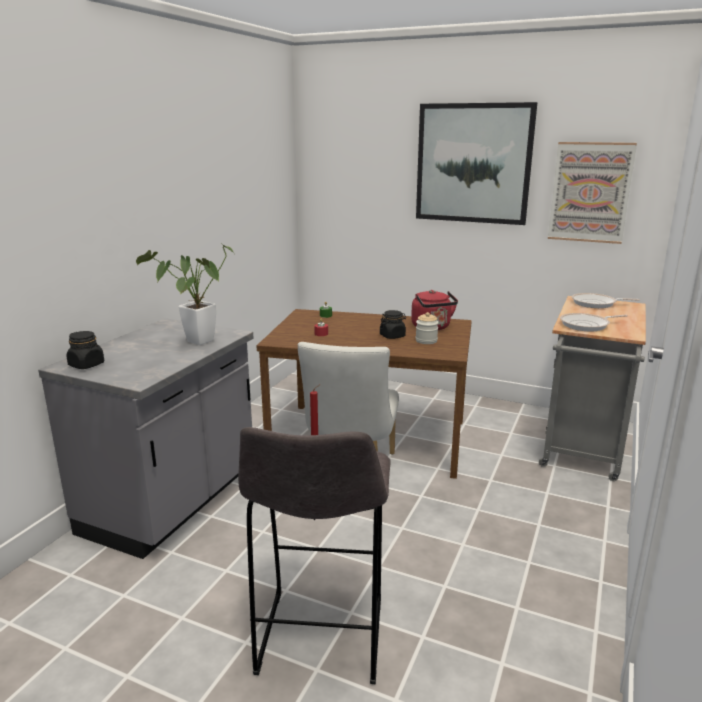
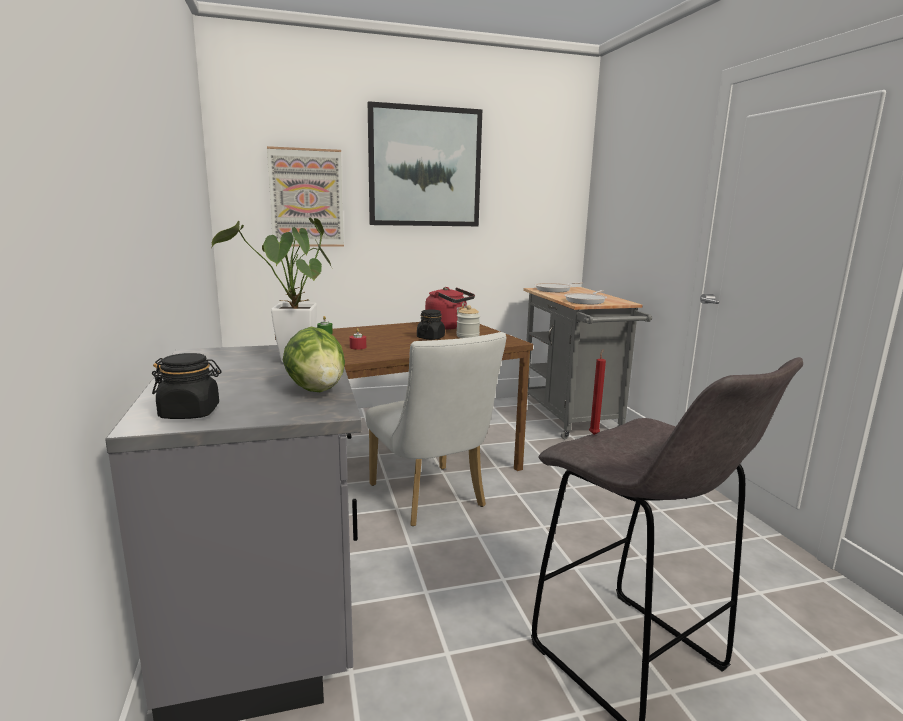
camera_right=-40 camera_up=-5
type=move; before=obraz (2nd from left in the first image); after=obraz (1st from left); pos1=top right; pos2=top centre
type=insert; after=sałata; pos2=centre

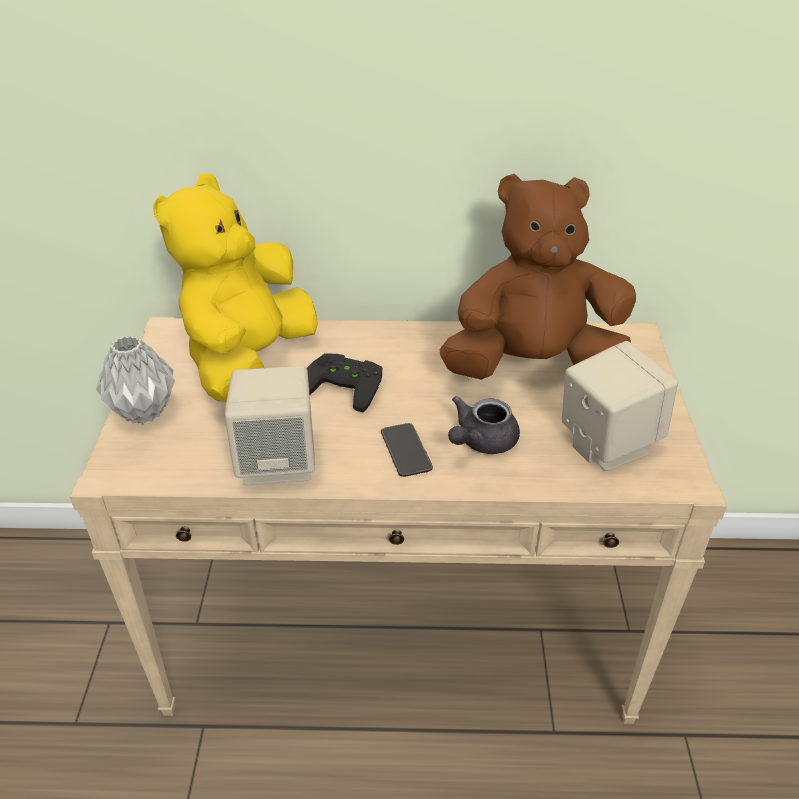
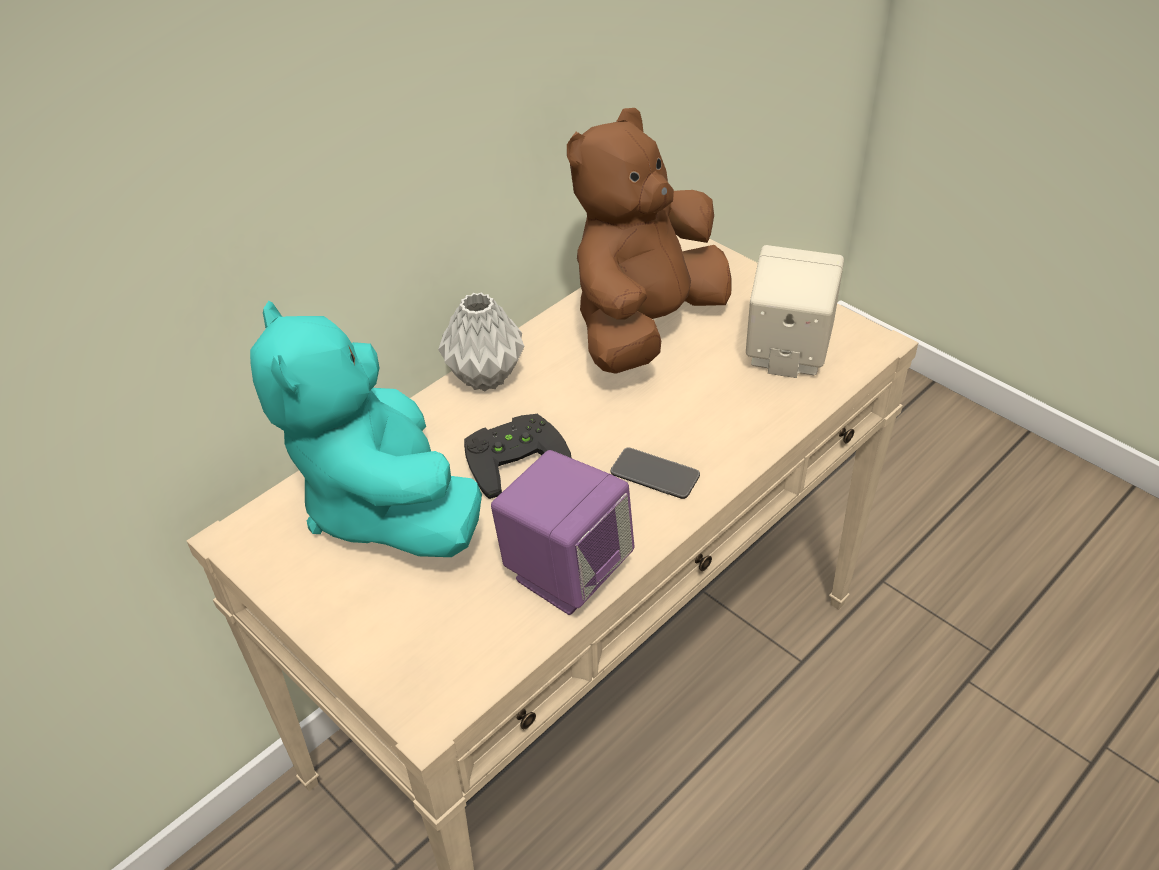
camera_right=-45 camera_up=5
type=move; before=wazon [szary]; pos1=middle left; pos2=centre
type=recolor; before=pluszak [żółty]; after=pluszak [turkusowy]; pos1=middle left; pos2=middle left
type=recolor; before=głośnik [beżowy] (1st from left); after=głośnik [fioletowy]; pos1=centre; pos2=centre
type=delete; before=imbryk [szary]; pos1=centre

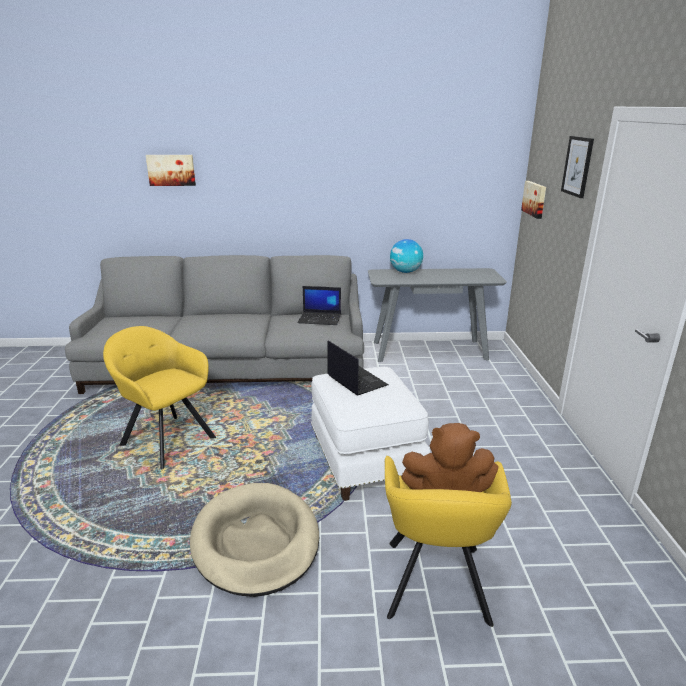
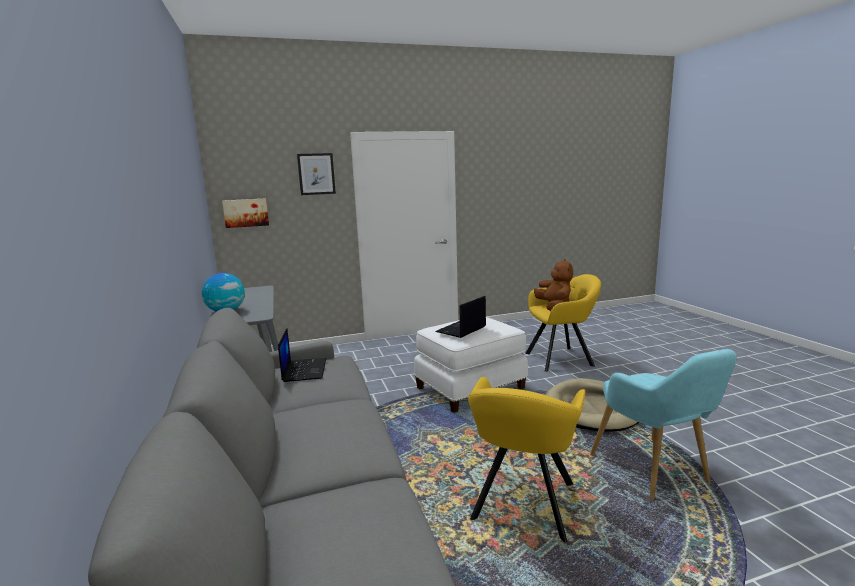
camera_right=-105 camera_up=-10
type=delete; before=obraz (1st from left); pos1=top left
type=insert; after=fotel [turkusowy]; pos2=bottom right

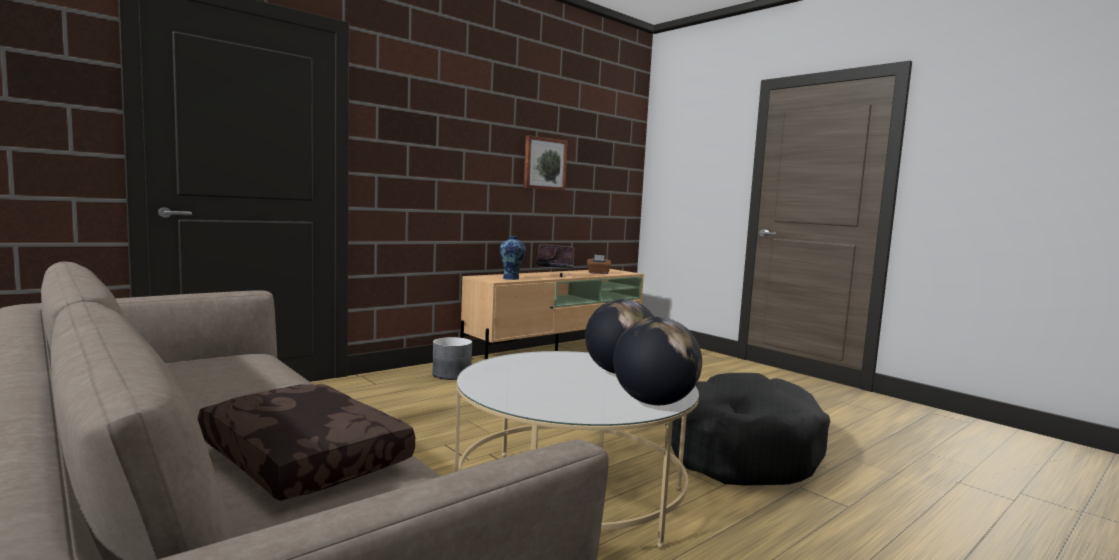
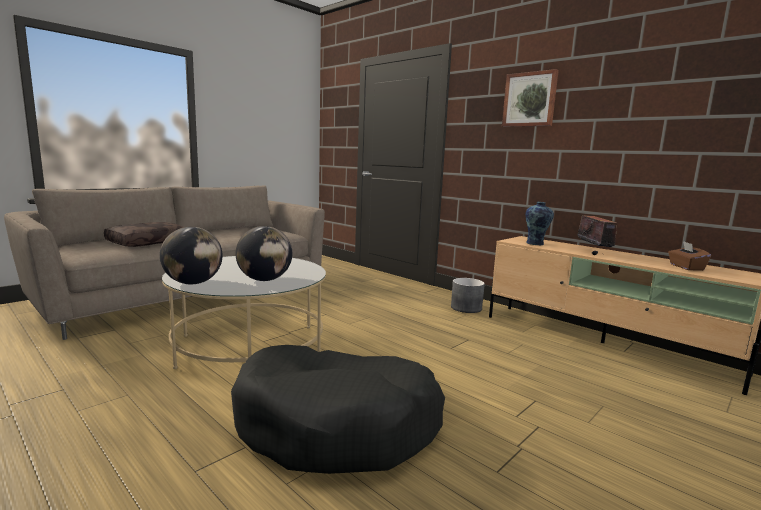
camera_right=85 camera_up=5
type=move; before=obraz; pos1=top centre; pos2=top right

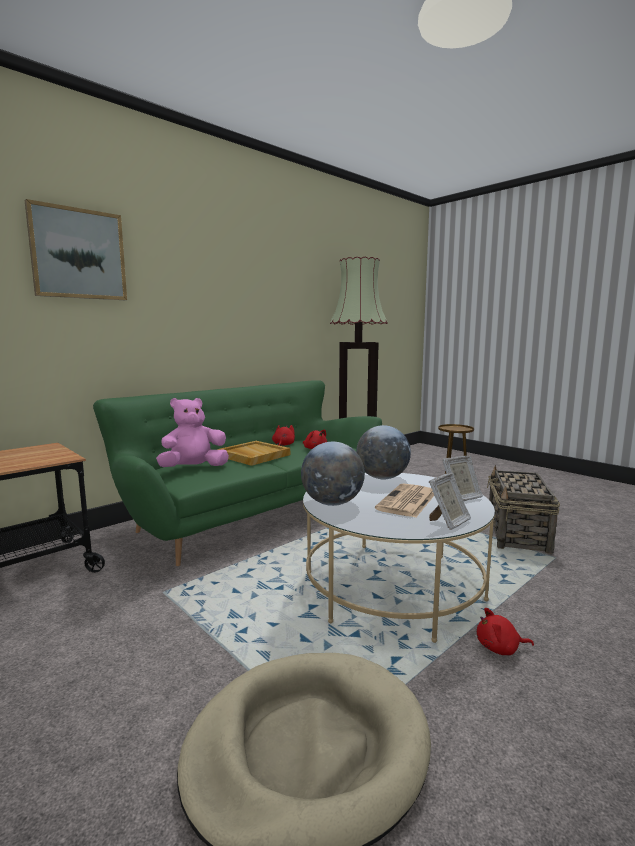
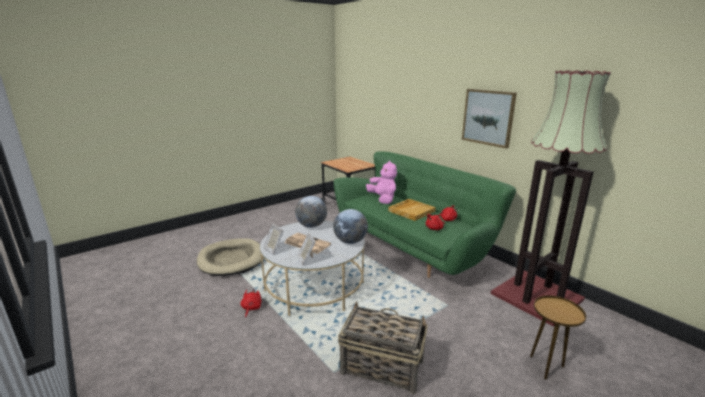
camera_right=95 camera_up=10
type=move; before=obraz; pos1=top left; pos2=top right

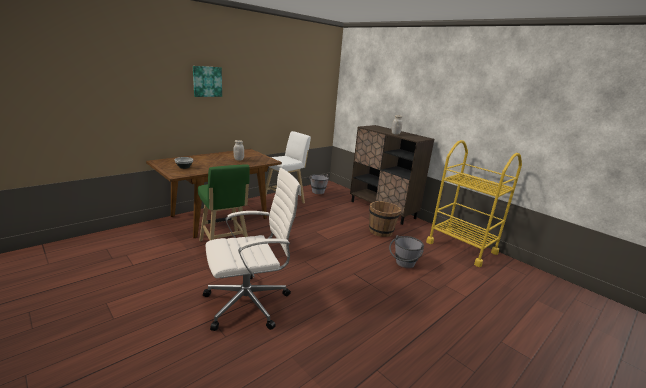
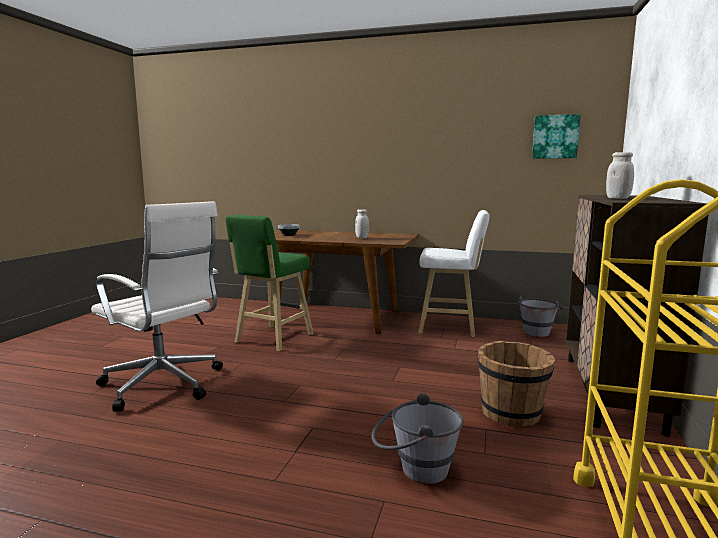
camera_right=60 camera_up=-10
type=move; before=obraz; pos1=top left; pos2=top right

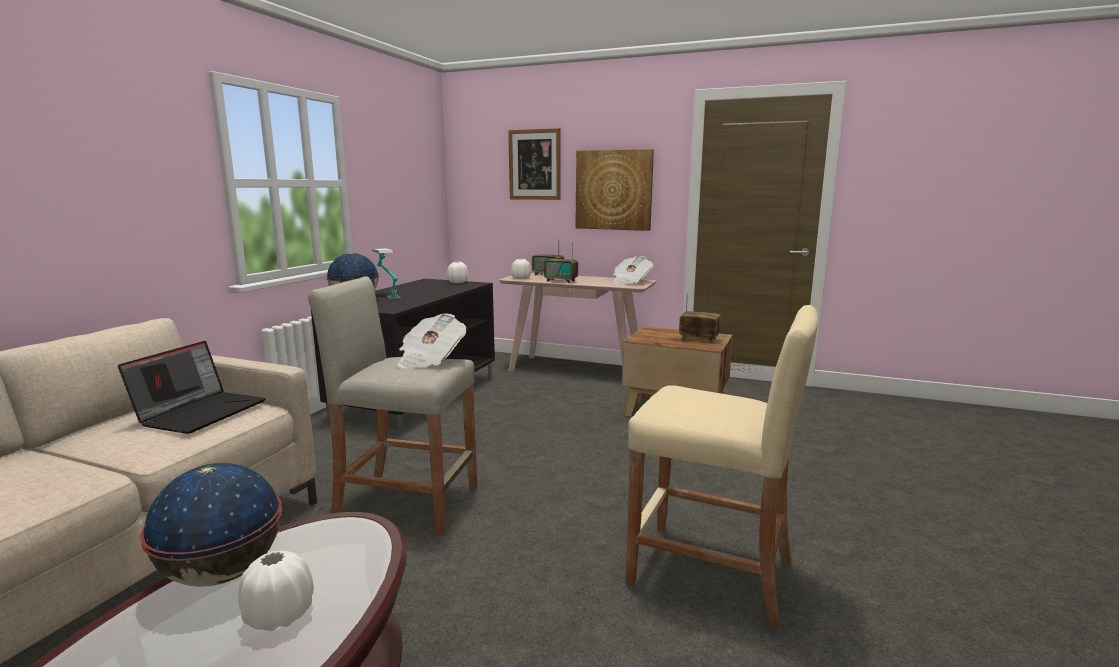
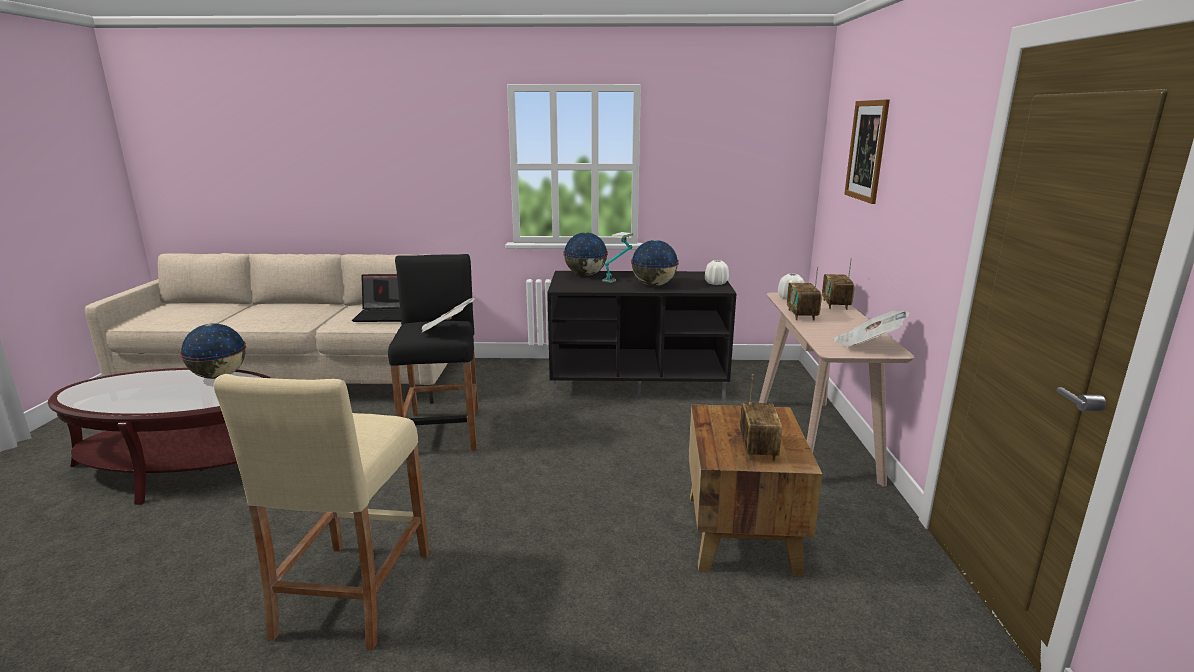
camera_right=70 camera_up=5
type=delete; before=wazon [biały] (1st from left); pos1=bottom left
type=recolor; before=stołek [beżowy] (1st from left); after=stołek [czarny]; pos1=centre; pos2=centre
type=delete; before=obraz (2nd from left); pos1=top centre
type=insert; after=globus (3rd from left); pos2=centre

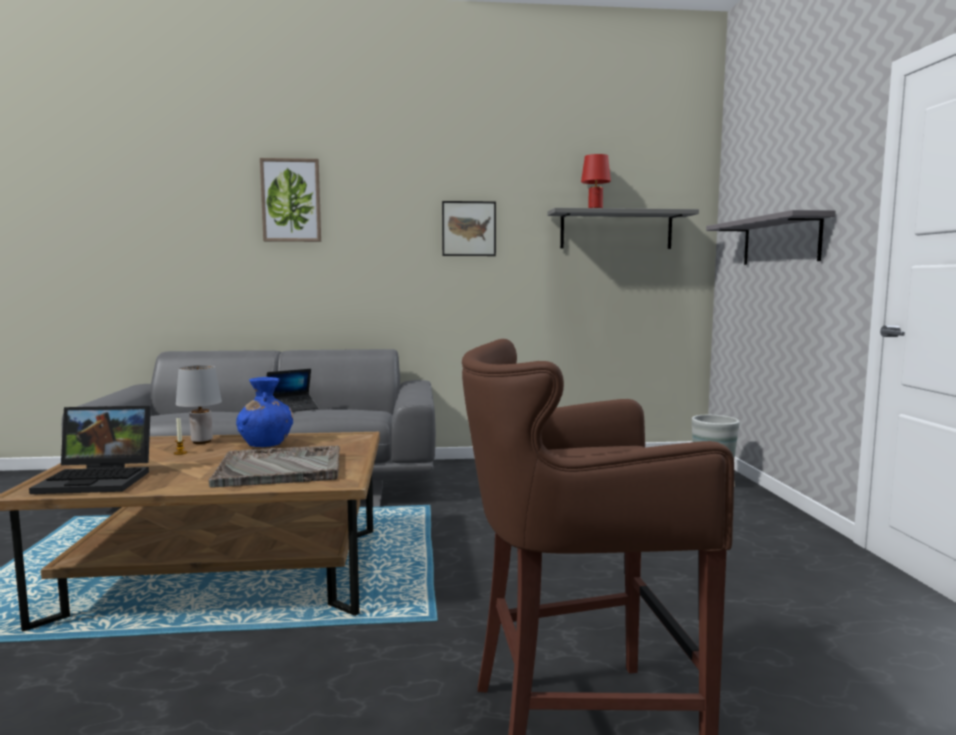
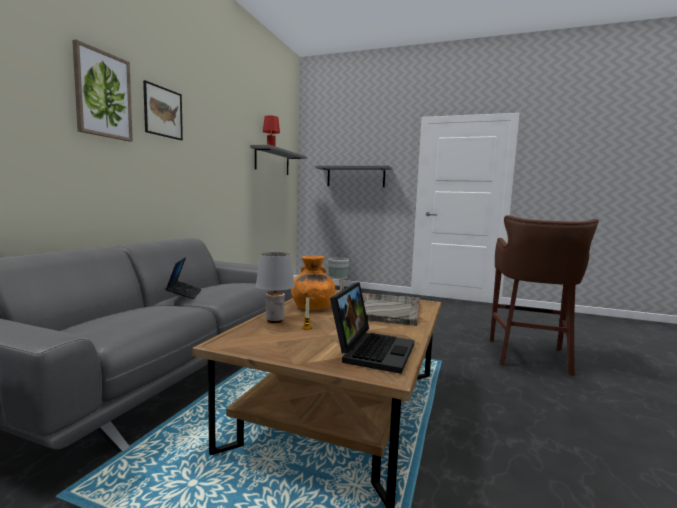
camera_right=-65 camera_up=0
type=recolor; before=wazon [niebieski]; after=wazon [pomarańczowy]; pos1=middle left; pos2=centre
type=move; before=obraz (2nd from left); pos1=top centre; pos2=top left

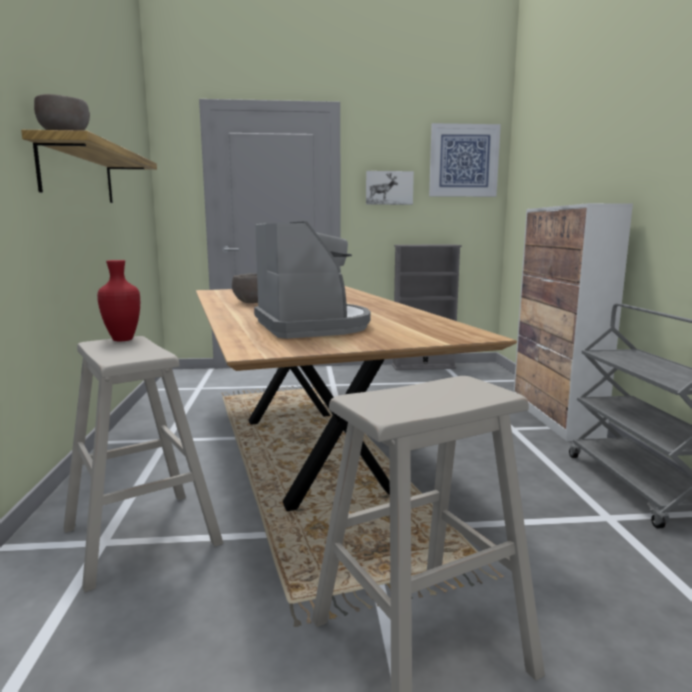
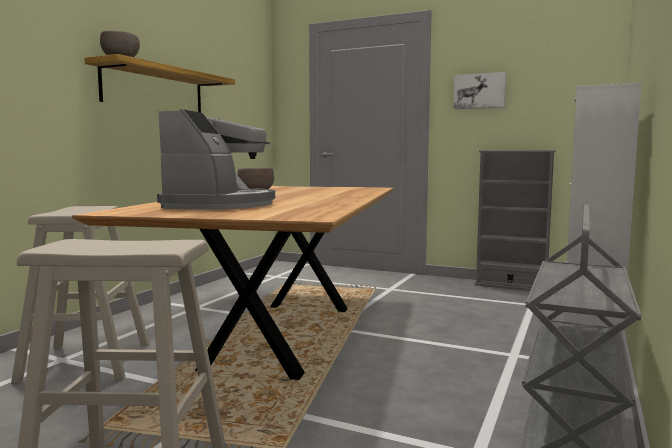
camera_right=30 camera_up=-5
type=delete; before=wazon [czerwony]; pos1=middle left
type=delete; before=obraz (2nd from left); pos1=top right

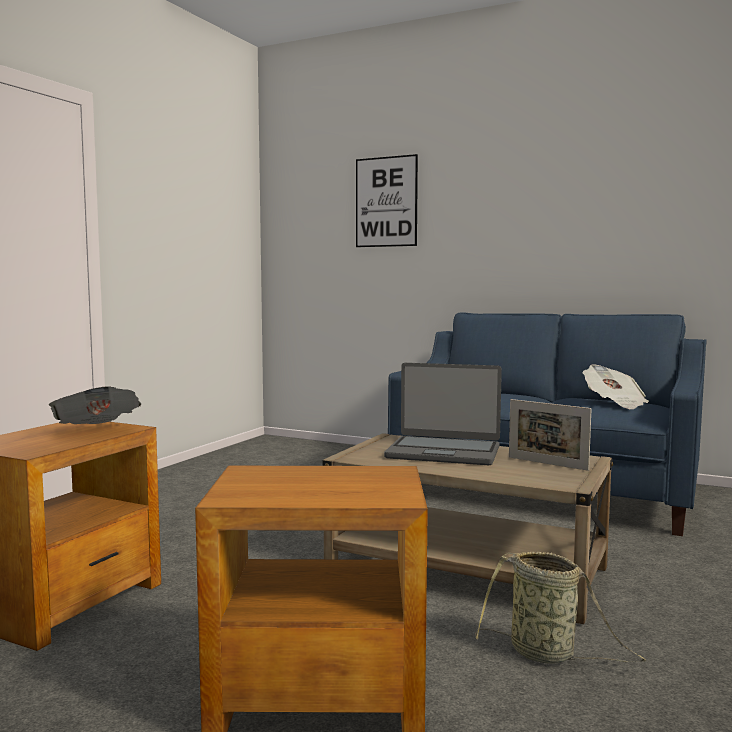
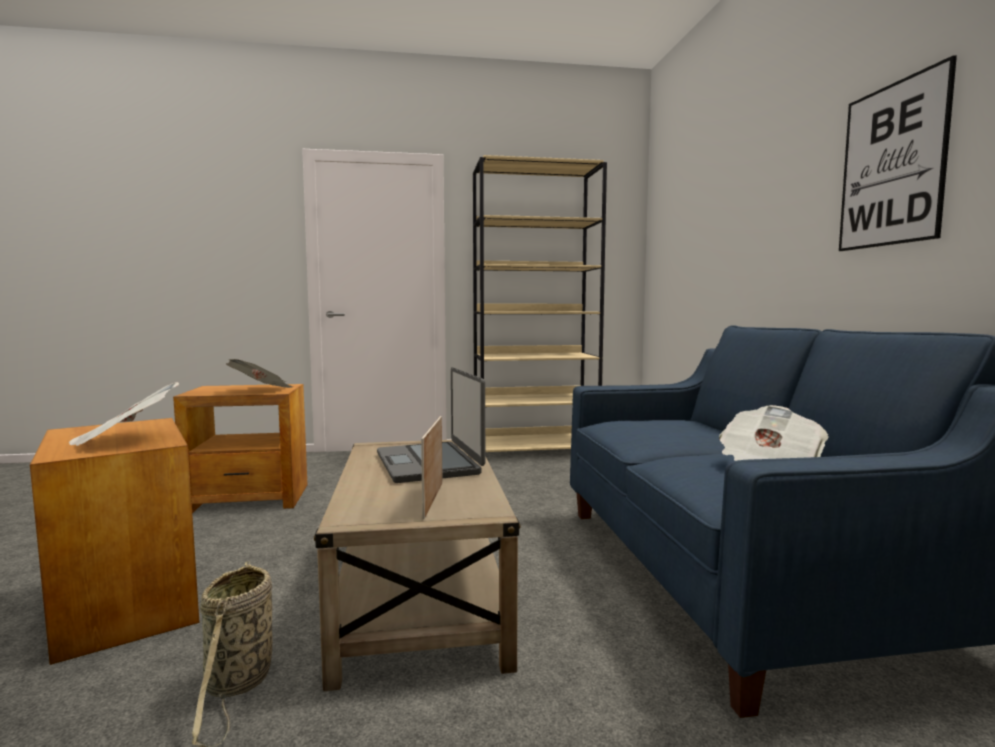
camera_right=55 camera_up=0
type=move; before=obraz; pos1=top centre; pos2=top right
type=insert; after=gazeta (1st from left); pos2=middle left
type=insert; after=regał [beżowy]; pos2=centre

